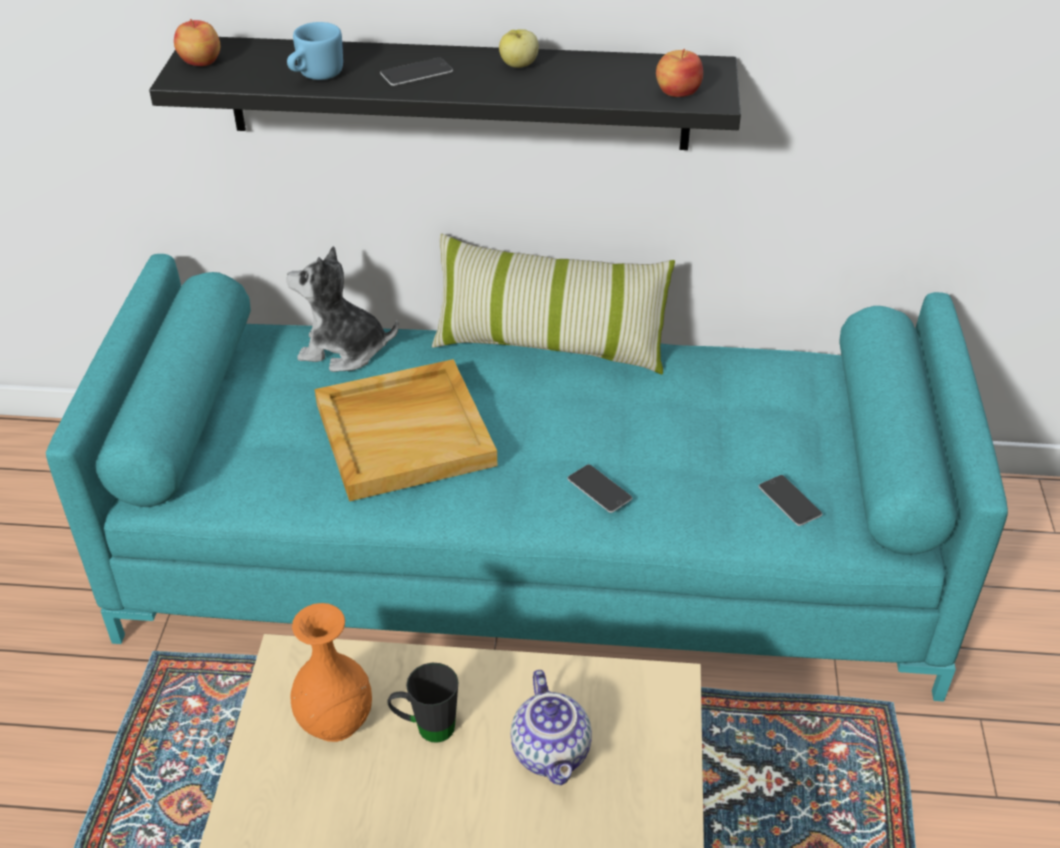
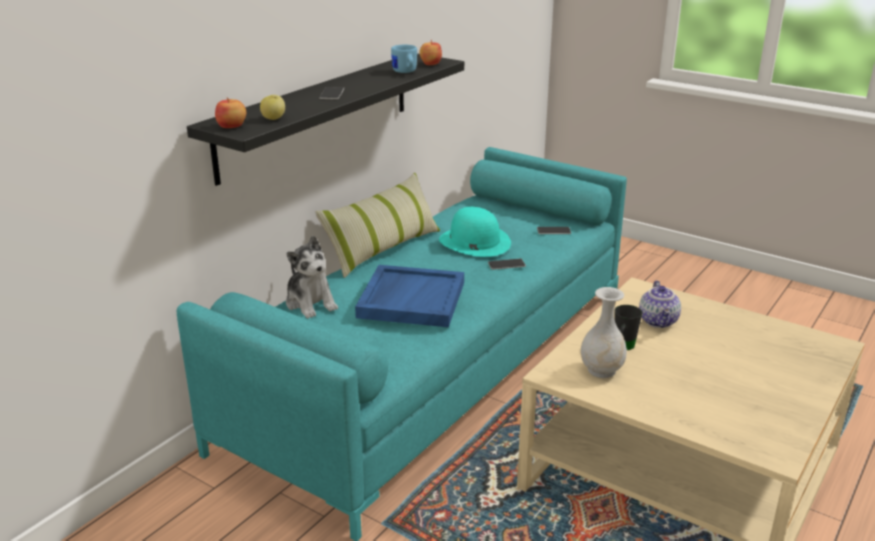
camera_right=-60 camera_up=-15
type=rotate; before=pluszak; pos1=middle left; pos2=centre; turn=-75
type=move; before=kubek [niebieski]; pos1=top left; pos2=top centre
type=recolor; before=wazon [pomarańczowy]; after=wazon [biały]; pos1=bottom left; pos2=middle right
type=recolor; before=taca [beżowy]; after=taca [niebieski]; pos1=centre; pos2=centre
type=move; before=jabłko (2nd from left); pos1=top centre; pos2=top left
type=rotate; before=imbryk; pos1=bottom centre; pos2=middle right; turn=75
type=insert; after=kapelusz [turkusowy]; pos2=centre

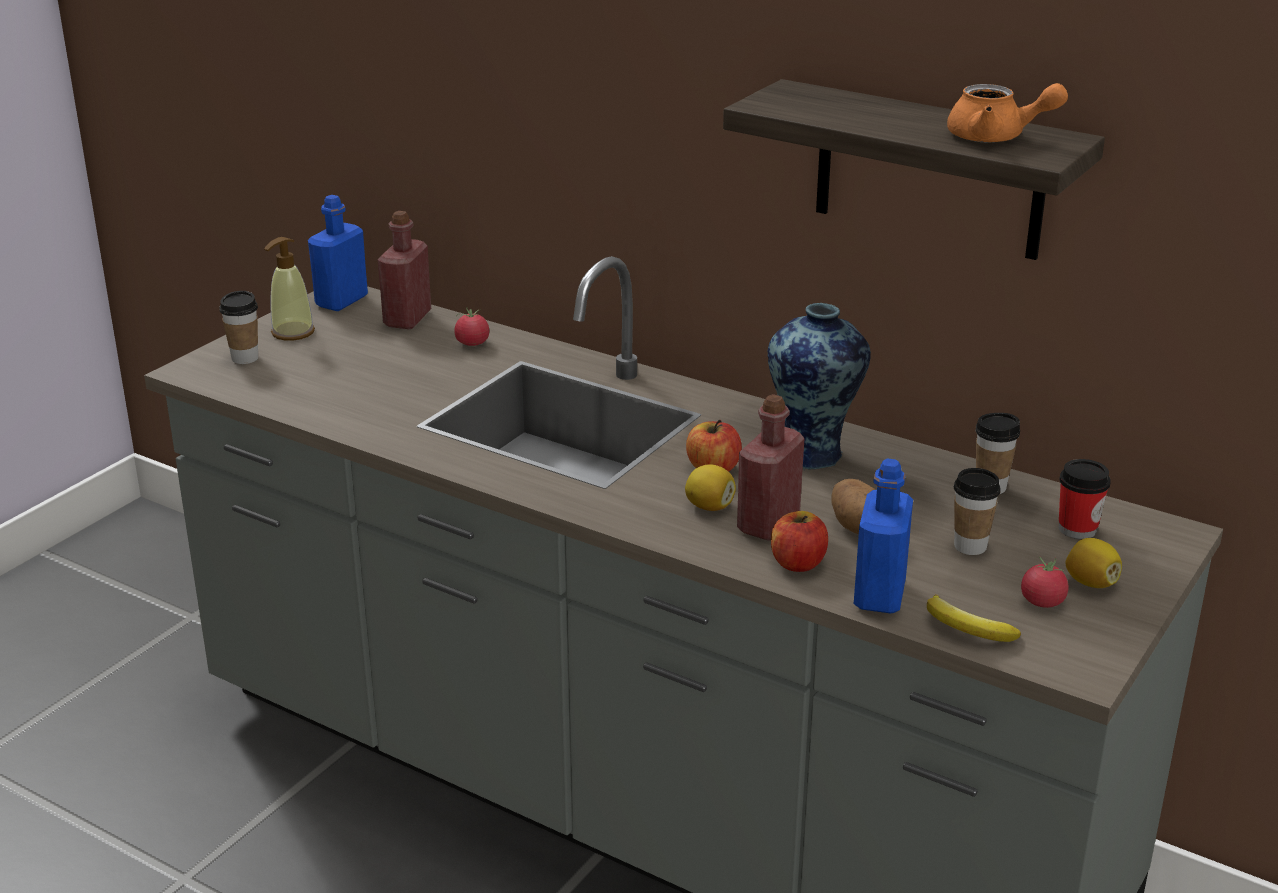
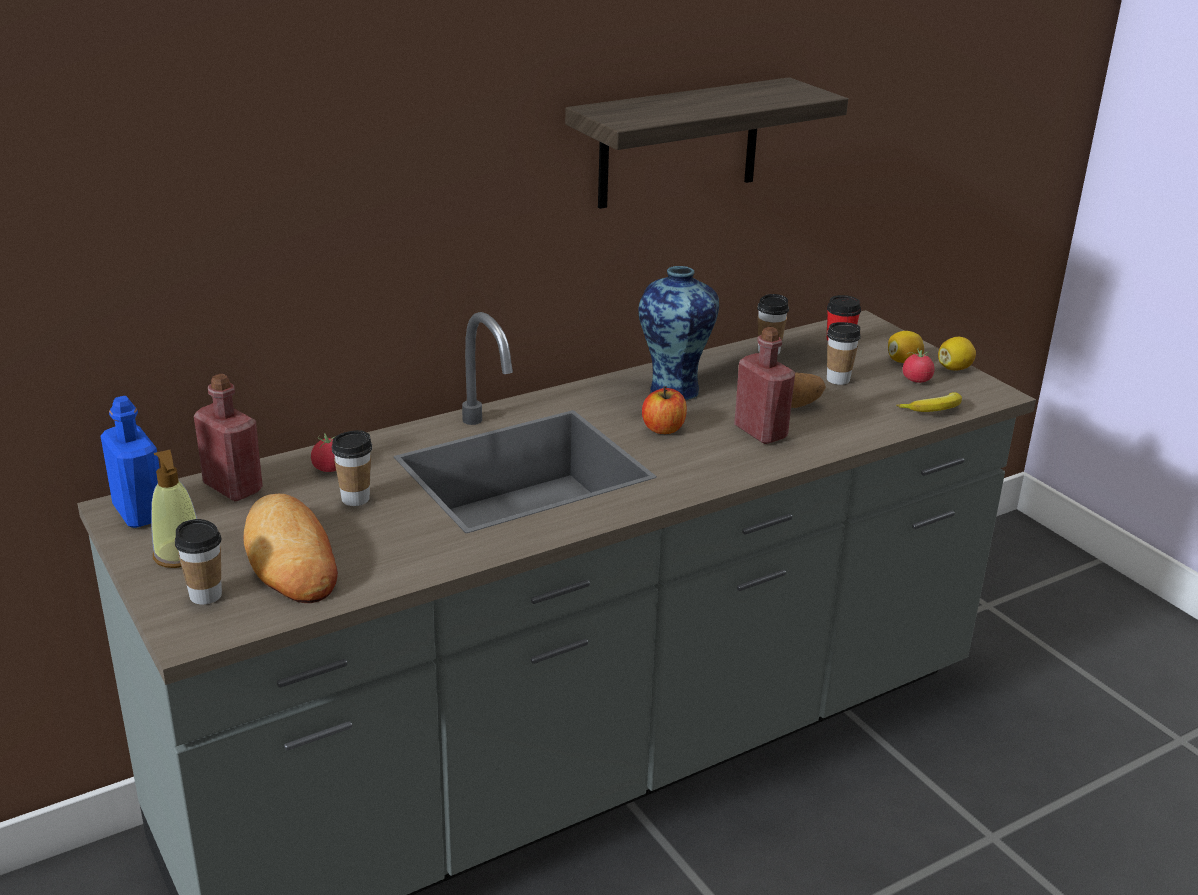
camera_right=-65 camera_up=0
type=move; before=cytryna (1st from left in the first image); after=cytryna (2nd from left); pos1=centre; pos2=middle right
type=delete; before=jabłko (2nd from left); pos1=centre
type=delete; before=butelka [niebieski] (2nd from left); pos1=middle right
type=delete; before=imbryk [pomarańczowy]; pos1=top right
type=insert; after=chleb; pos2=middle left
type=insert; after=filiżanka (2nd from left); pos2=middle left

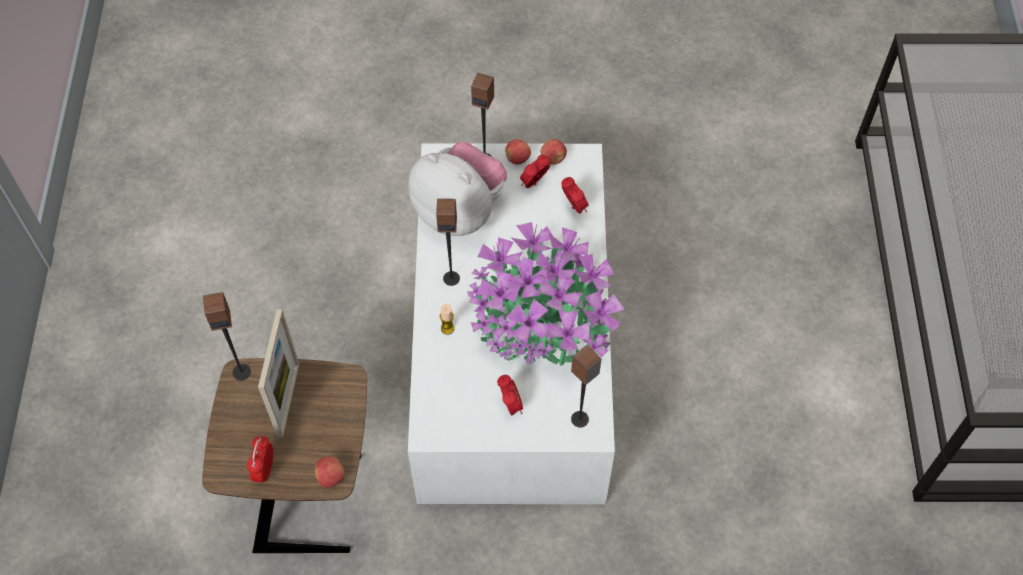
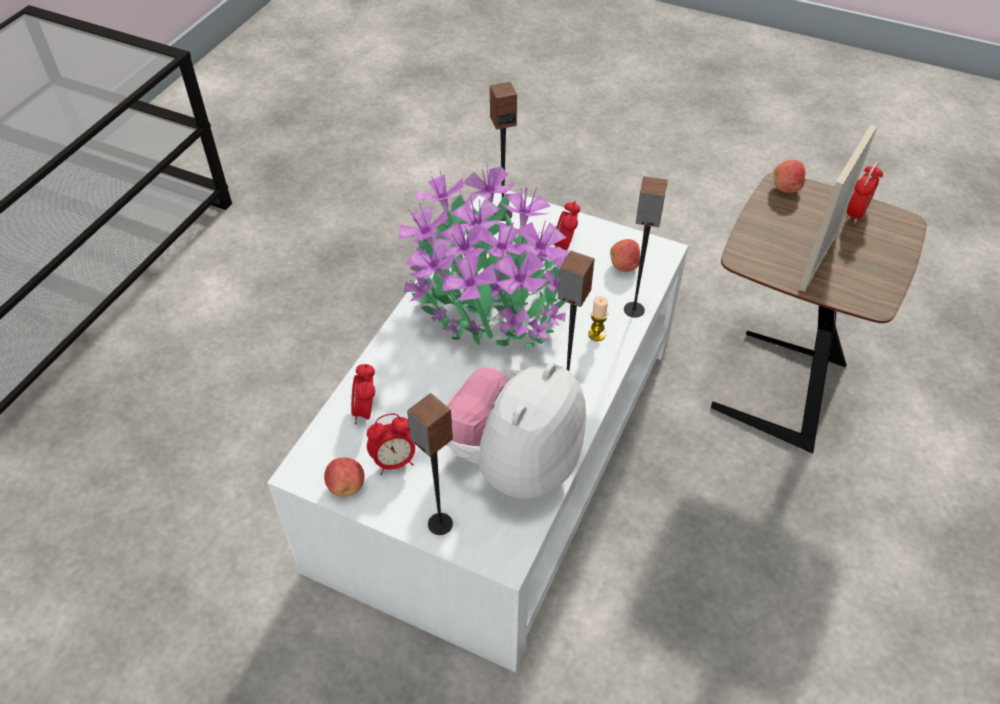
camera_right=-155 camera_up=-10
type=move; before=głośnik (1st from left in the first image); after=głośnik (4th from left); pos1=middle left; pos2=centre
type=rotate; before=pluszak; pos1=top centre; pos2=centre; turn=60
type=move; before=jabłko (2nd from left); pos1=top centre; pos2=centre

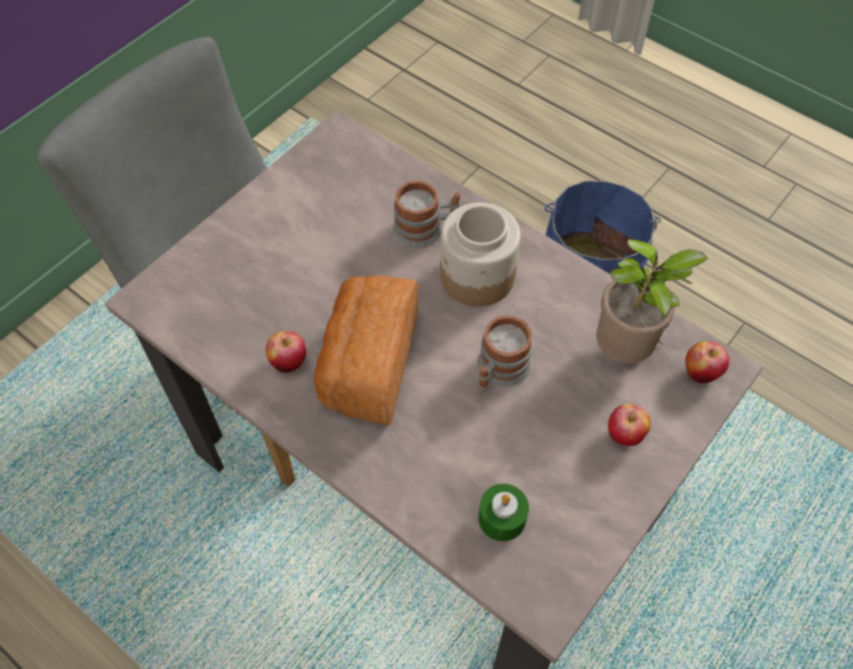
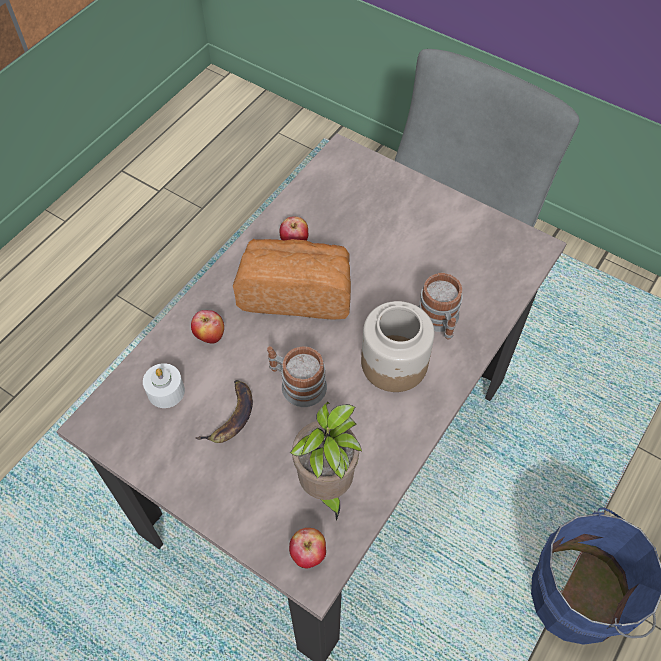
camera_right=85 camera_up=0
type=recolor; before=świeca [zielony]; after=świeca [biały]; pos1=bottom centre; pos2=middle left
type=move; before=jabłko (2nd from left in the first image); after=jabłko (1st from left); pos1=middle right; pos2=middle left
type=insert; after=banan; pos2=centre

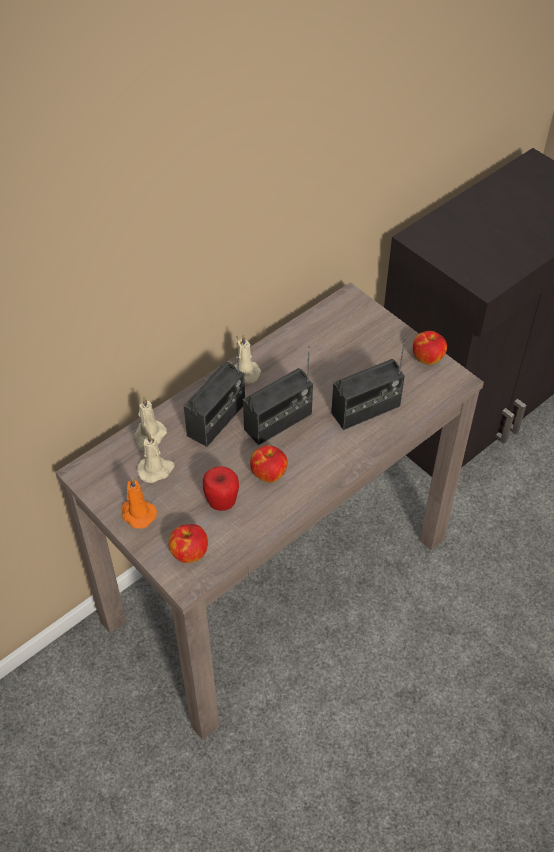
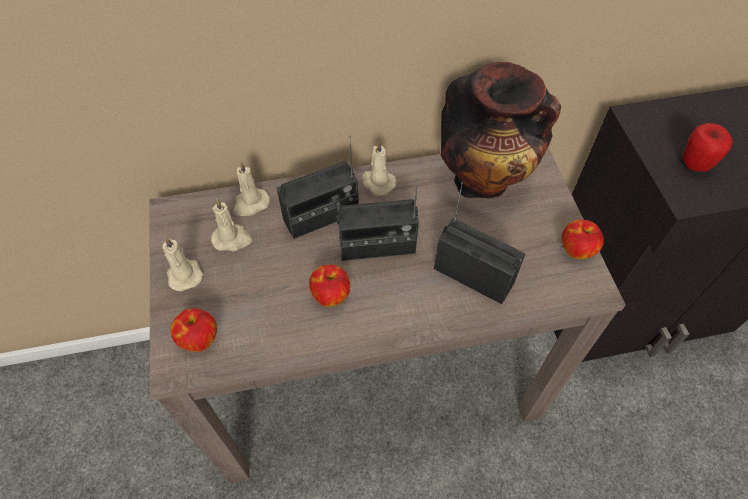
camera_right=30 camera_up=5
type=recolor; before=świeca [pomarańczowy]; after=świeca [beżowy] (1st from left); pos1=middle left; pos2=middle left
type=move; before=jabłko (2nd from left in the first image); after=jabłko (4th from left); pos1=centre; pos2=top right
type=rotate; before=radio (3rd from left); pos1=centre; pos2=centre; turn=-150
type=insert; after=wazon; pos2=top right

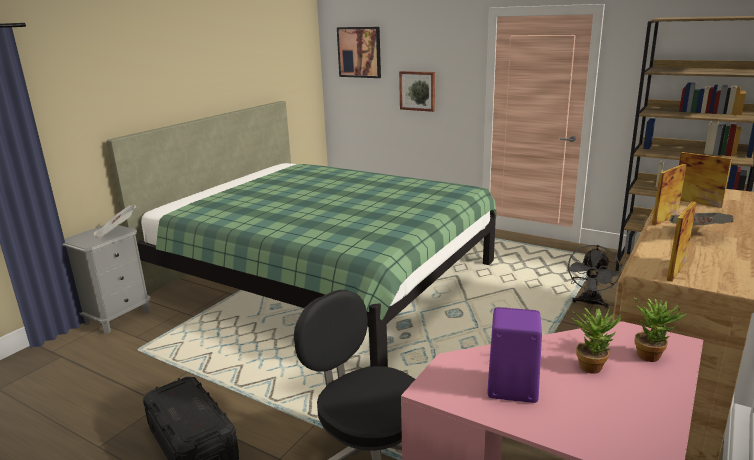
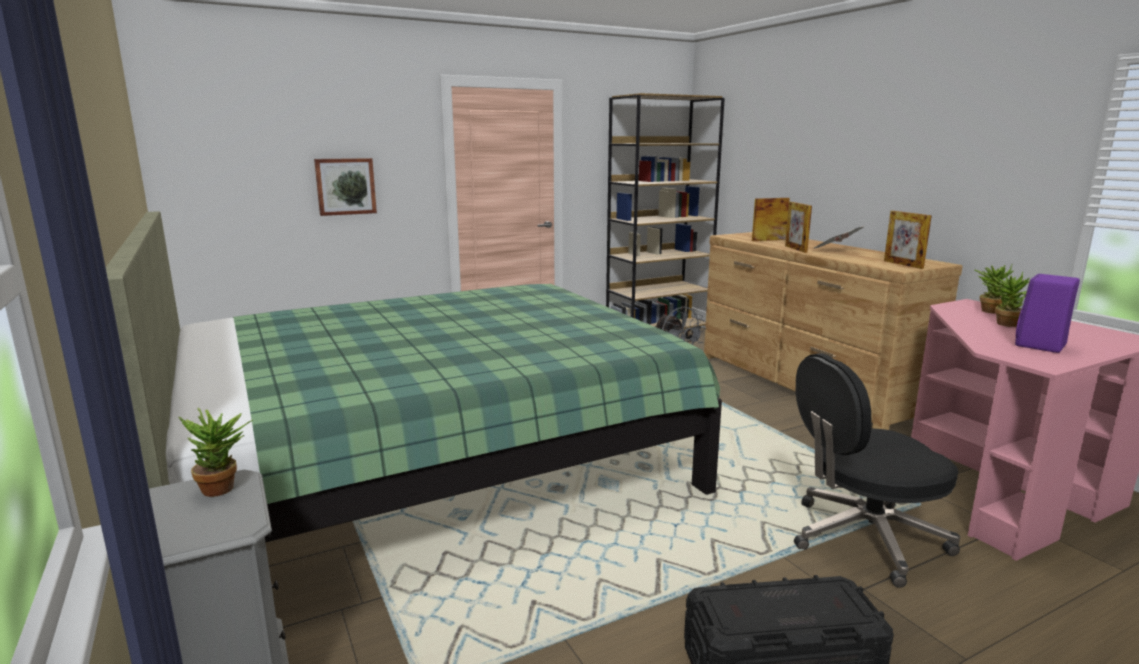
camera_right=-60 camera_up=-5
type=replace; before=gazeta (1st from left); after=roślina doniczkowa (1st from left); pos1=middle left; pos2=bottom left
type=delete; before=obraz (1st from left); pos1=top centre

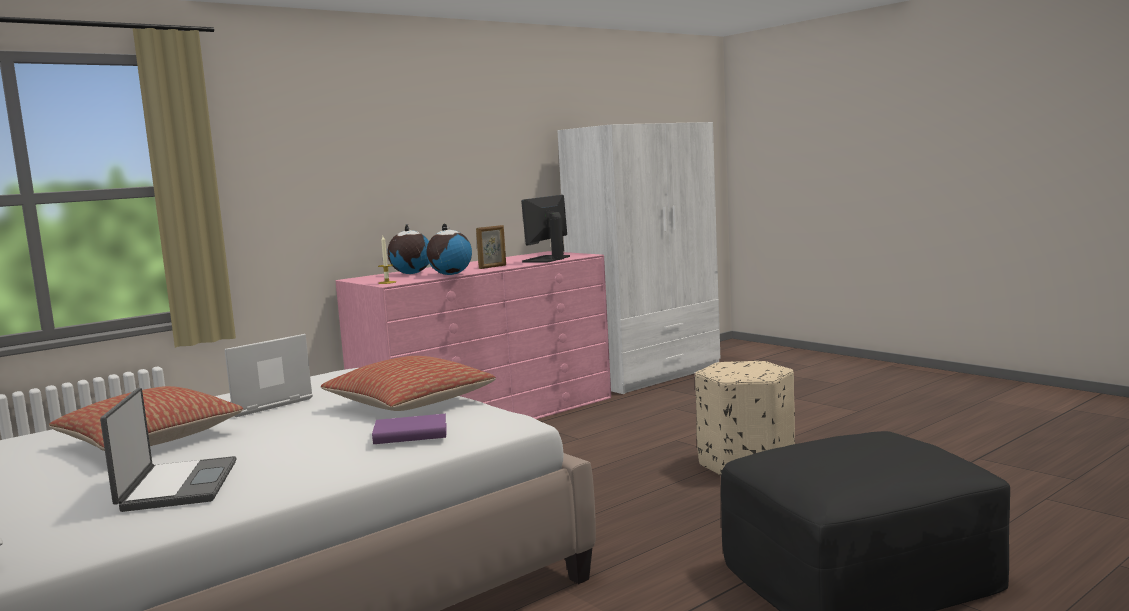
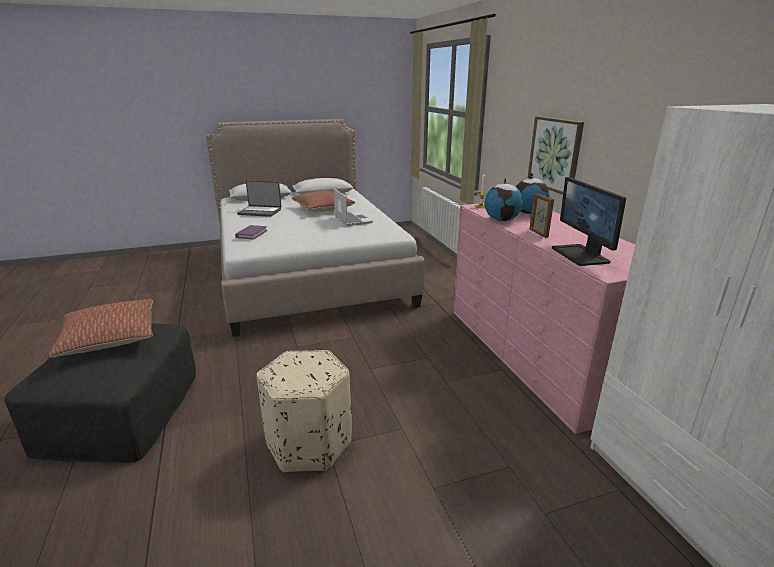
camera_right=110 camera_up=15
type=move; before=poduszka (2nd from left in the first image); after=poduszka (1st from left); pos1=centre; pos2=middle left
type=rotate; before=monitor; pos1=centre; pos2=middle right; turn=-150
type=insert; after=obraz; pos2=top right

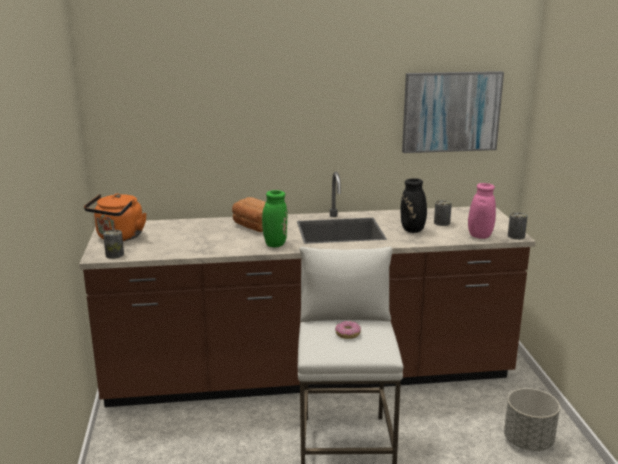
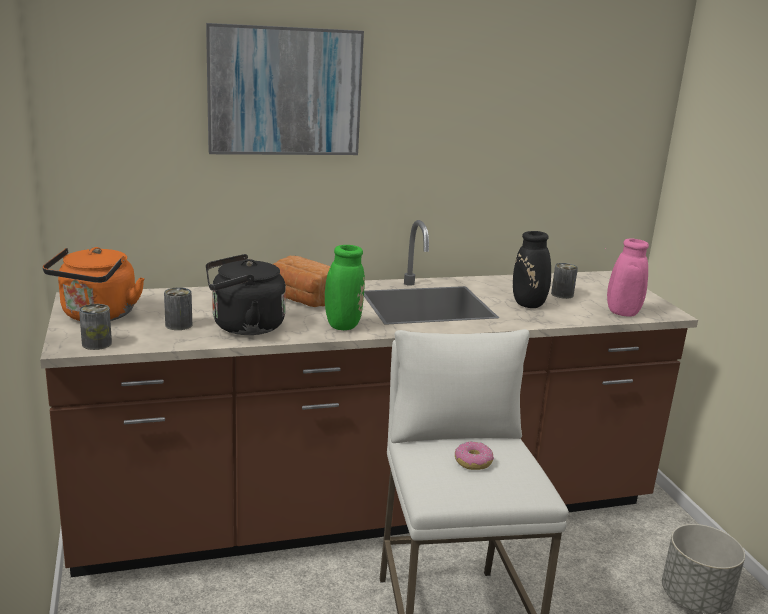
camera_right=-10 camera_up=0
type=move; before=obraz; pos1=top right; pos2=top centre
type=move; before=puszka (3rd from left in the first image); after=puszka (2nd from left); pos1=middle right; pos2=middle left
type=insert; after=czajnik [czarny]; pos2=middle left

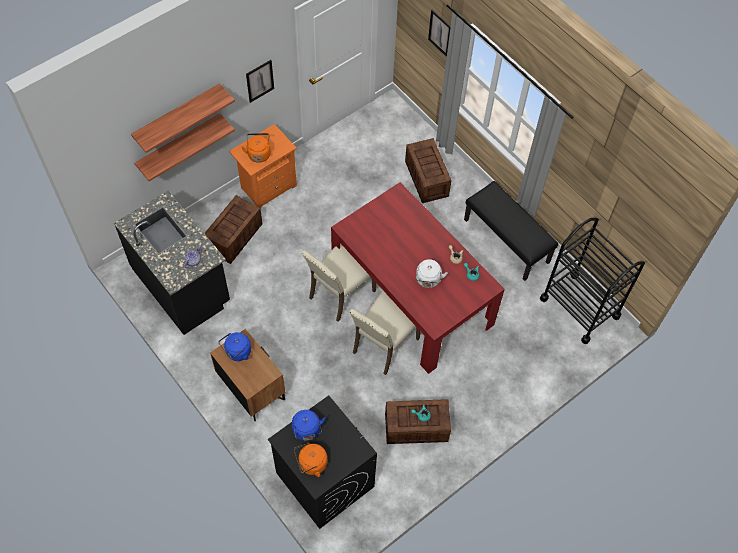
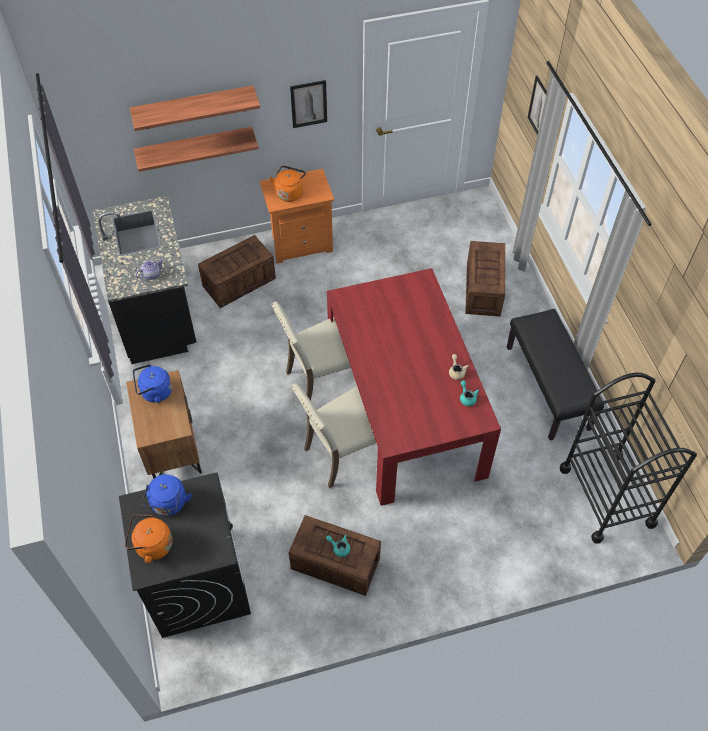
camera_right=25 camera_up=-5
type=delete; before=czajnik [biały]; pos1=centre

